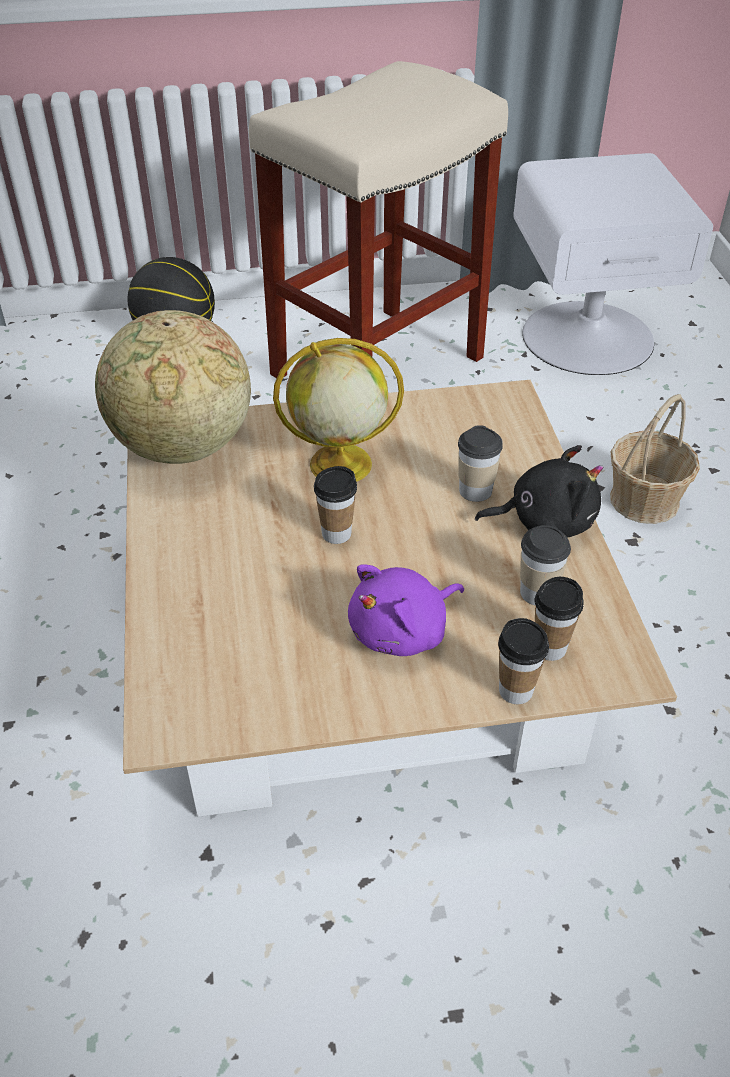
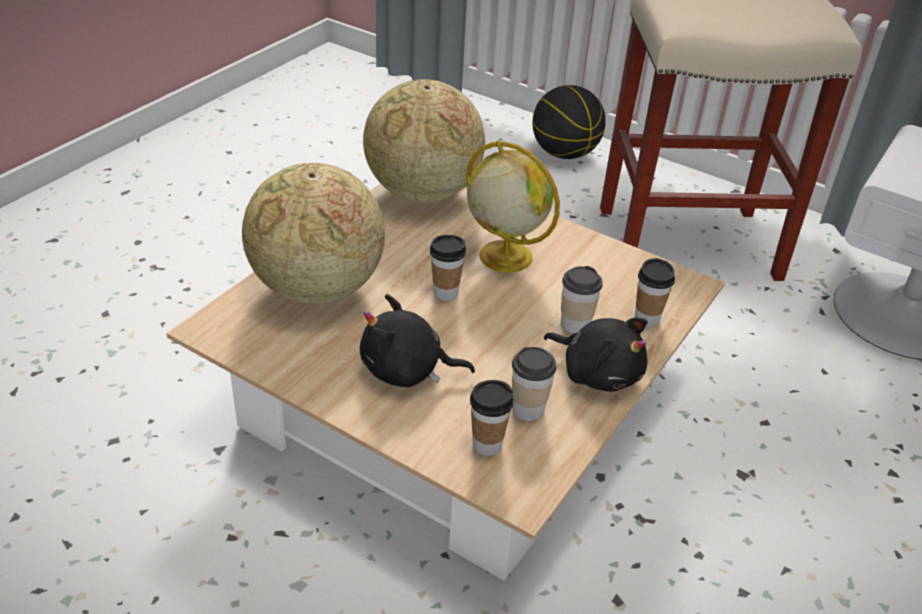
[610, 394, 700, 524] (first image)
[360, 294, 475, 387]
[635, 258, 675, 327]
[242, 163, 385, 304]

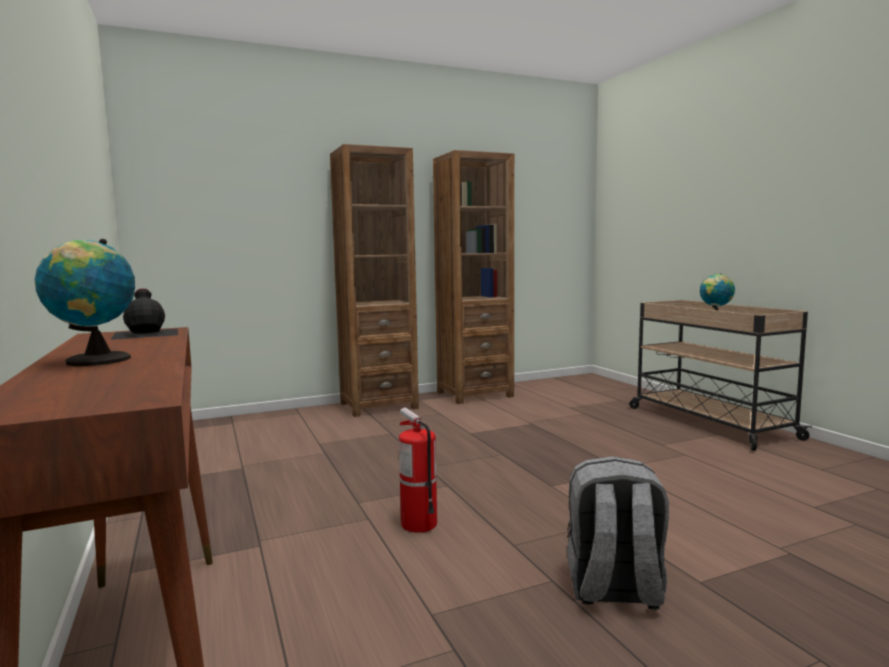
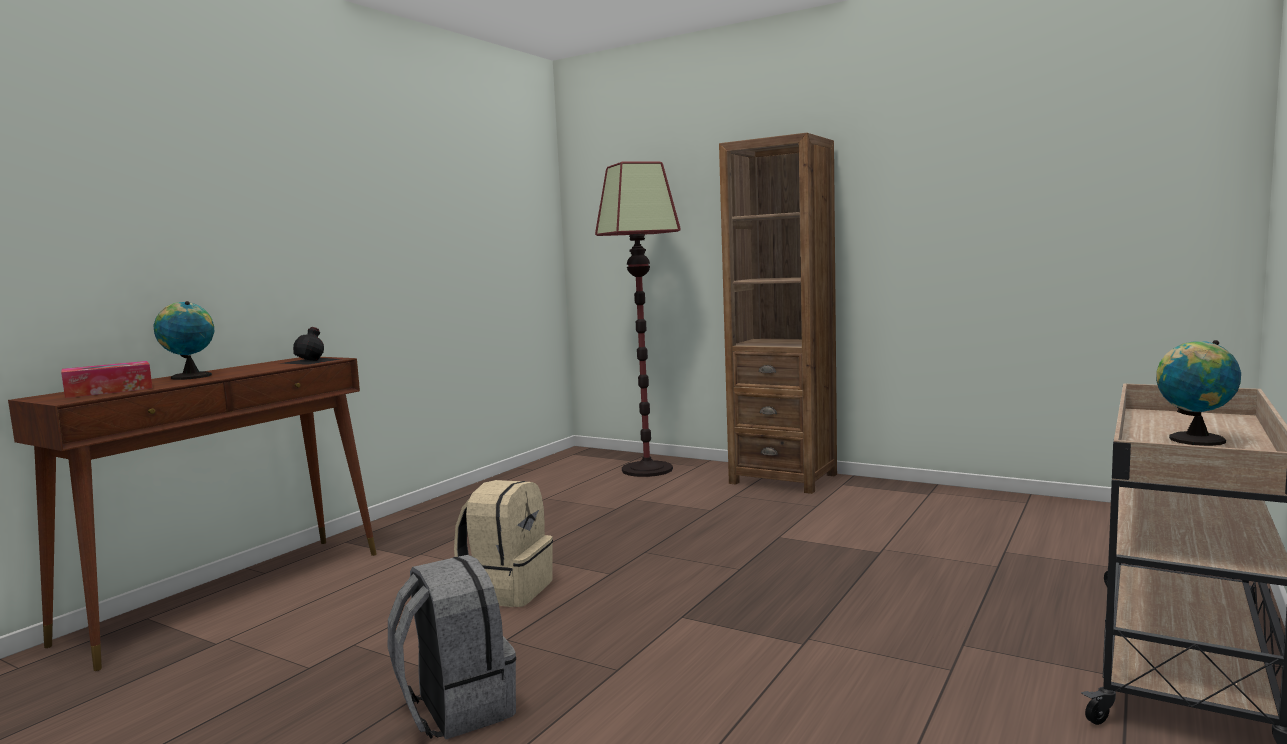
[433, 150, 514, 404] (first image)
[454, 480, 553, 607]
[595, 162, 681, 477]
[61, 361, 153, 398]

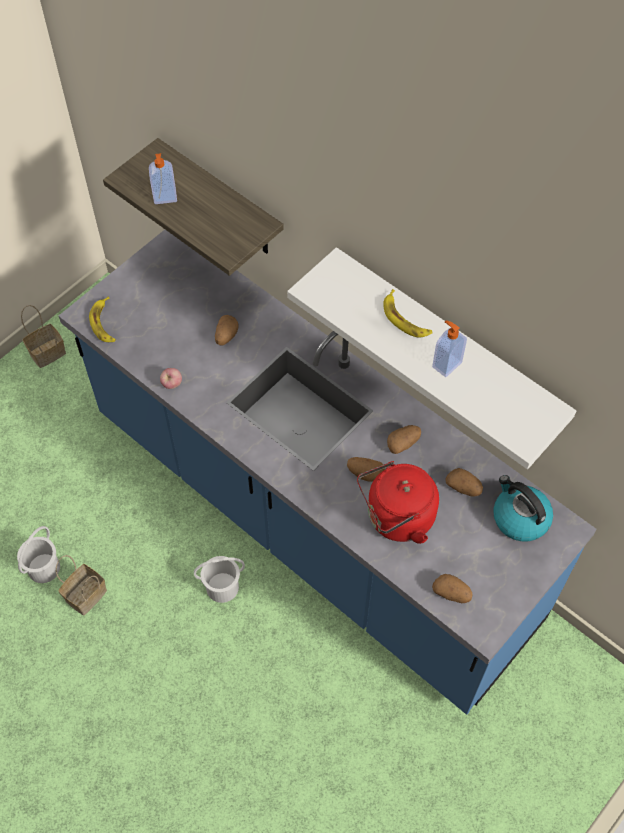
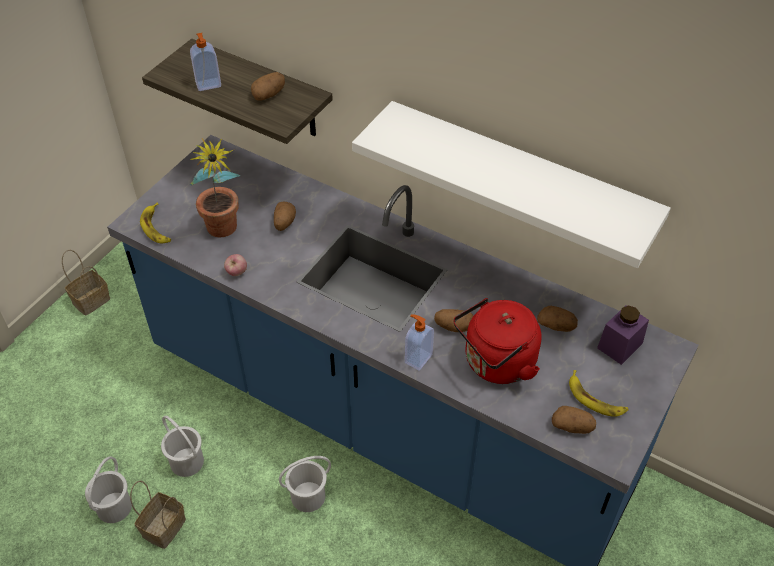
[569, 370, 629, 417]
[405, 314, 434, 371]
[251, 72, 285, 101]
[597, 305, 649, 365]
[189, 138, 240, 237]
[161, 416, 204, 477]

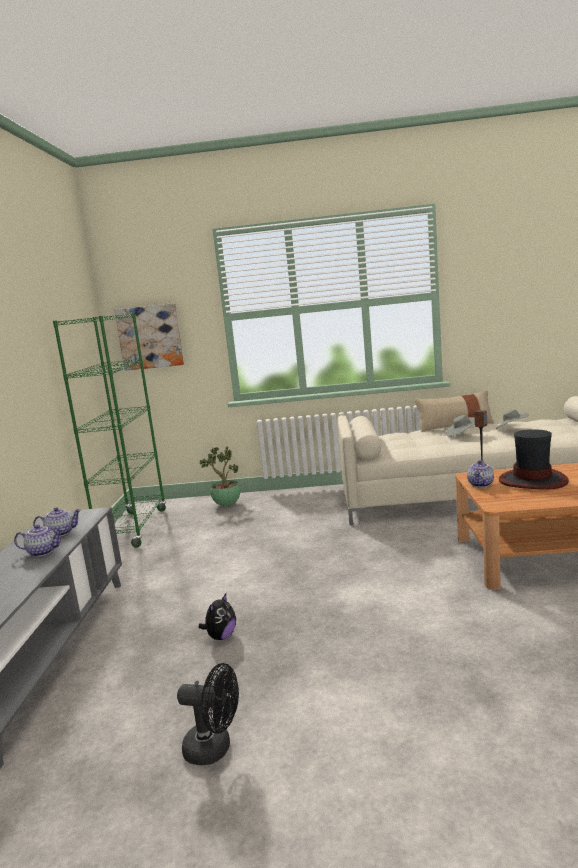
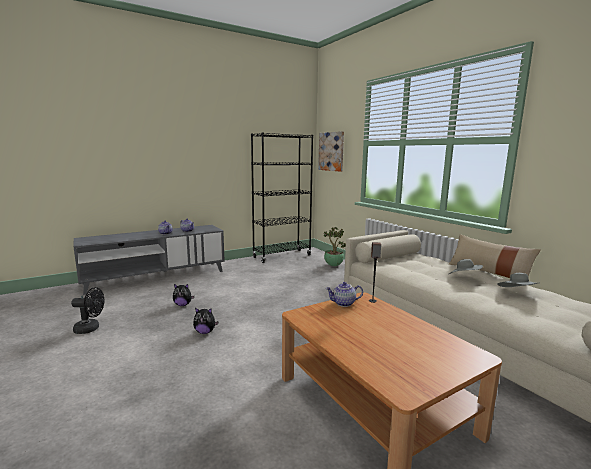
[251, 132, 313, 263]
[499, 429, 569, 489] (first image)
[71, 287, 104, 334]
[193, 308, 219, 334]

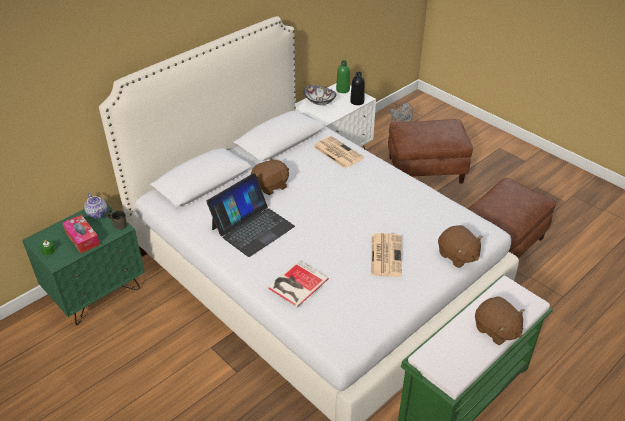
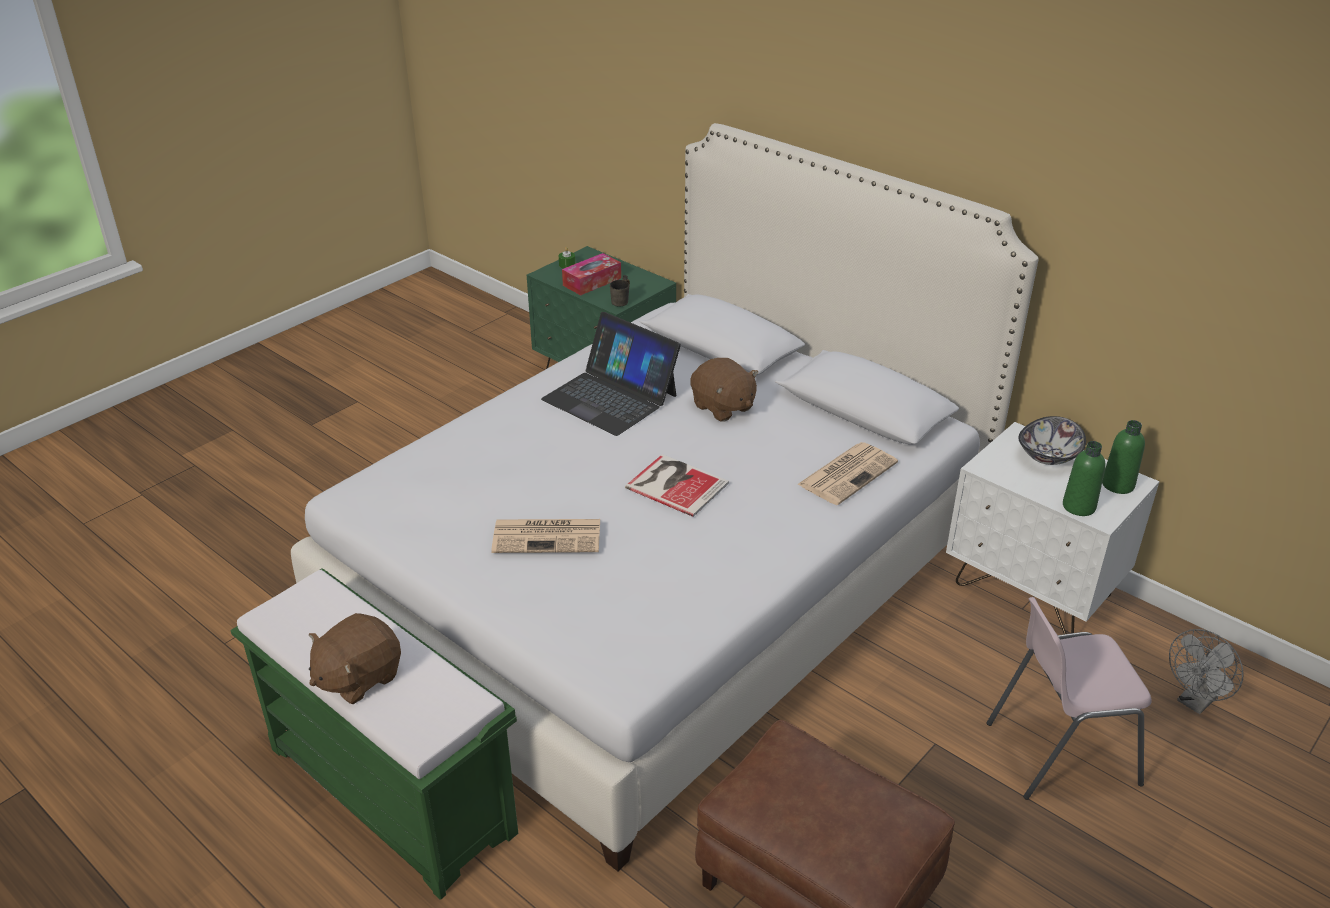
[1063, 441, 1105, 516]
[986, 597, 1151, 800]
[84, 193, 107, 218] (first image)
[438, 225, 483, 268] (first image)
[625, 454, 729, 517]

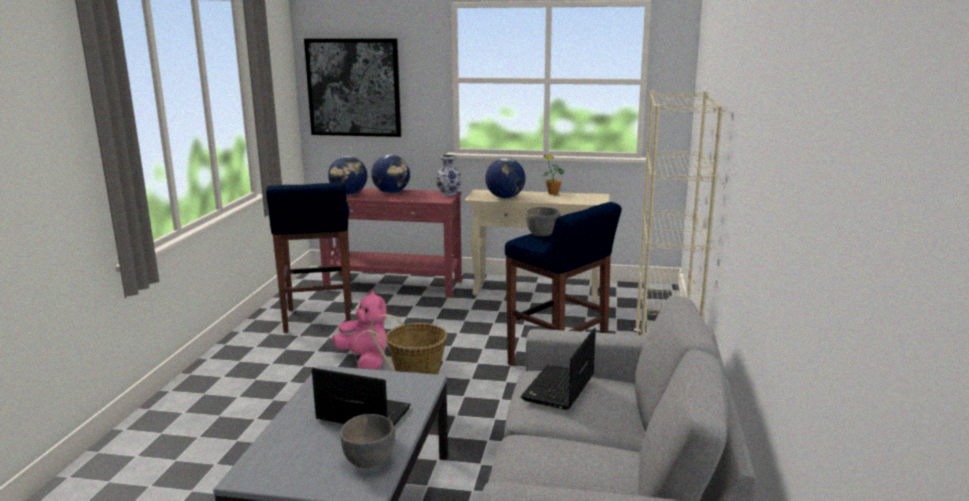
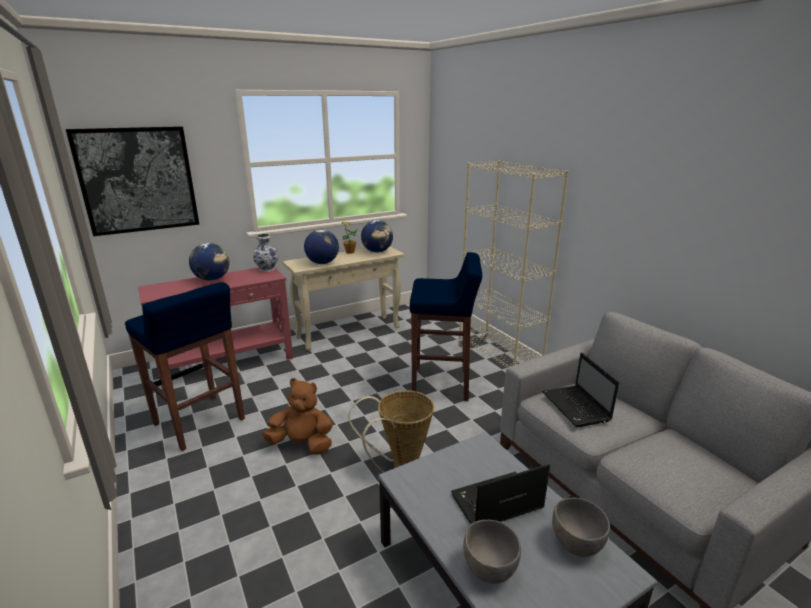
[361, 220, 393, 253]
[463, 520, 521, 584]
[262, 378, 333, 455]

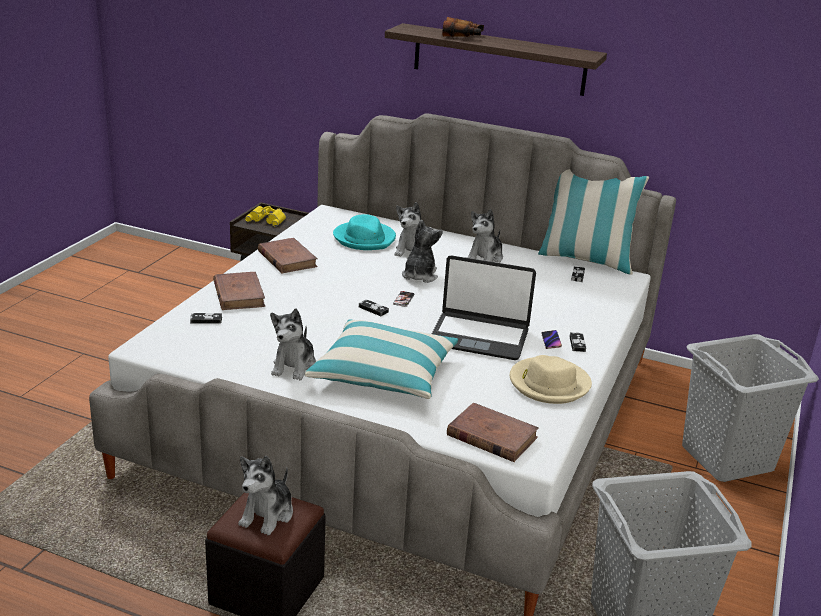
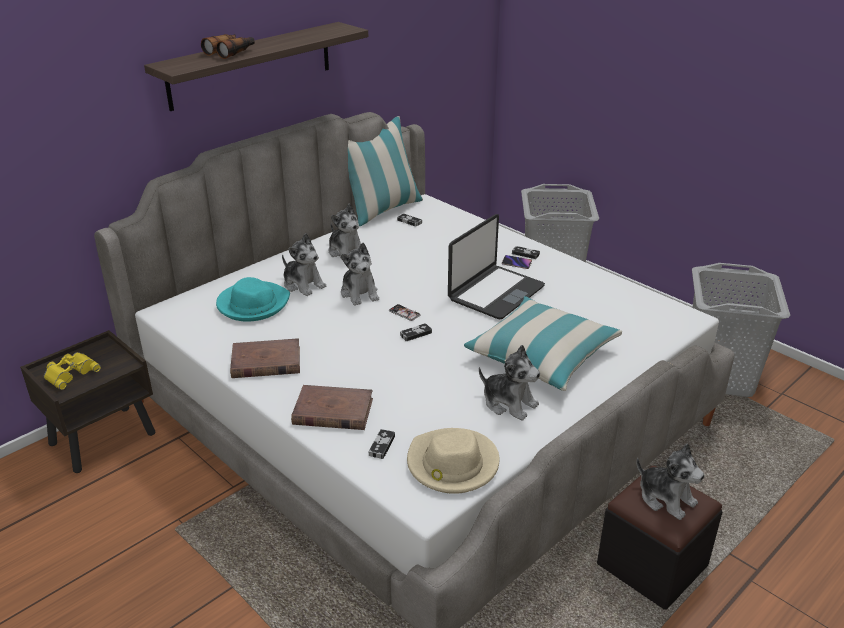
[341, 243, 379, 306]
[407, 428, 499, 494]
[447, 403, 539, 462] (first image)

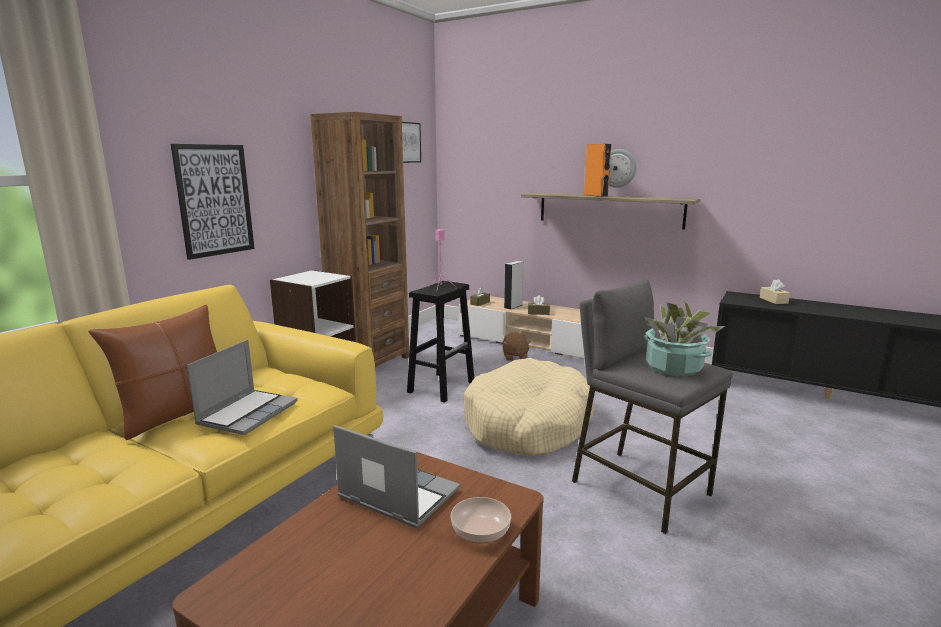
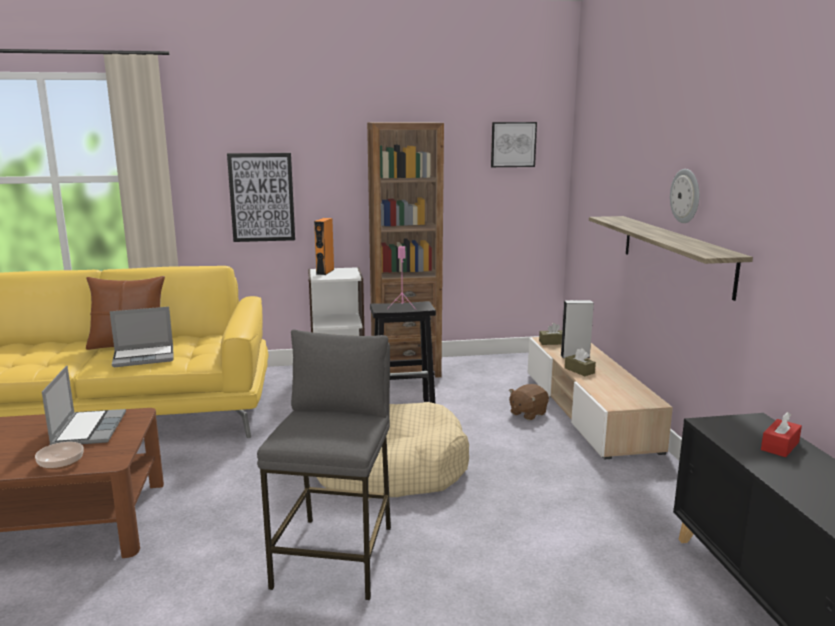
[314, 218, 334, 275]
[761, 412, 802, 457]
[644, 301, 725, 377] (first image)

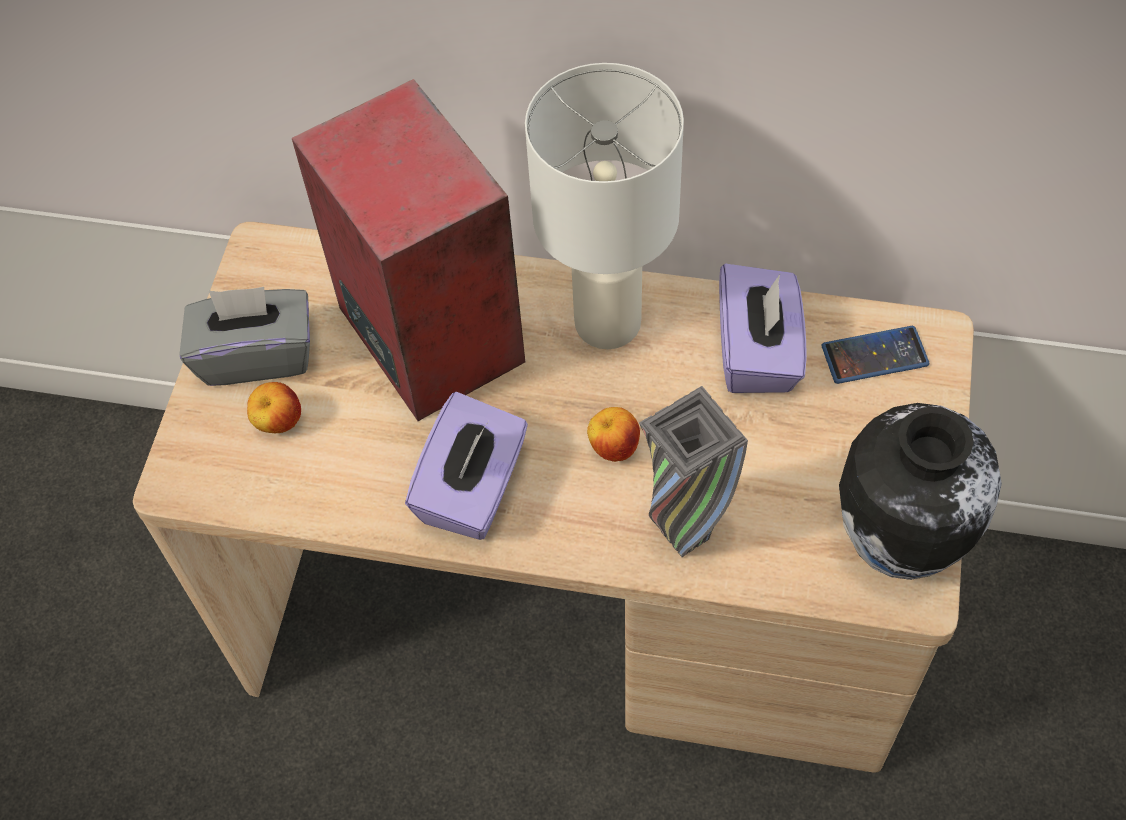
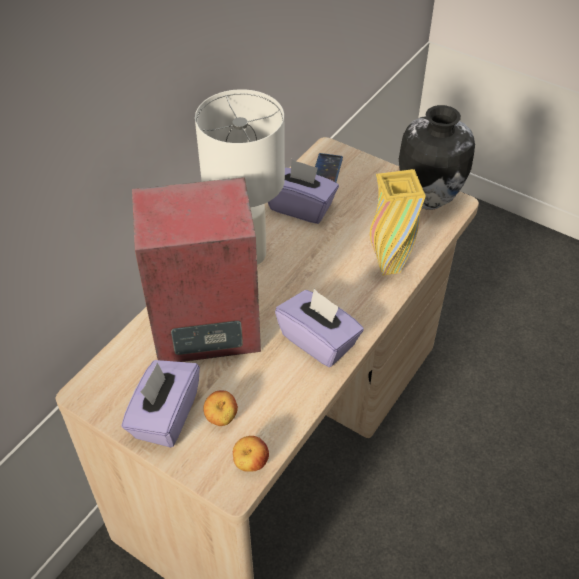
[121, 360, 200, 448]
[370, 169, 426, 275]
[233, 436, 269, 472]

